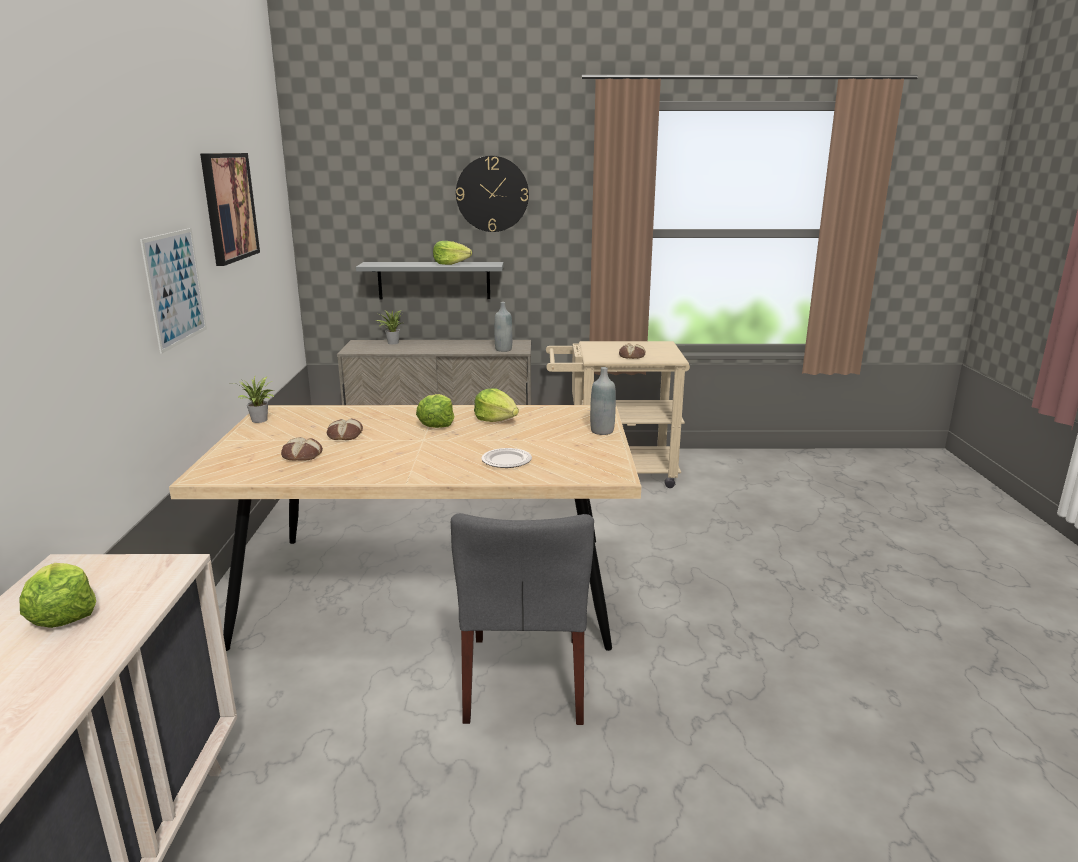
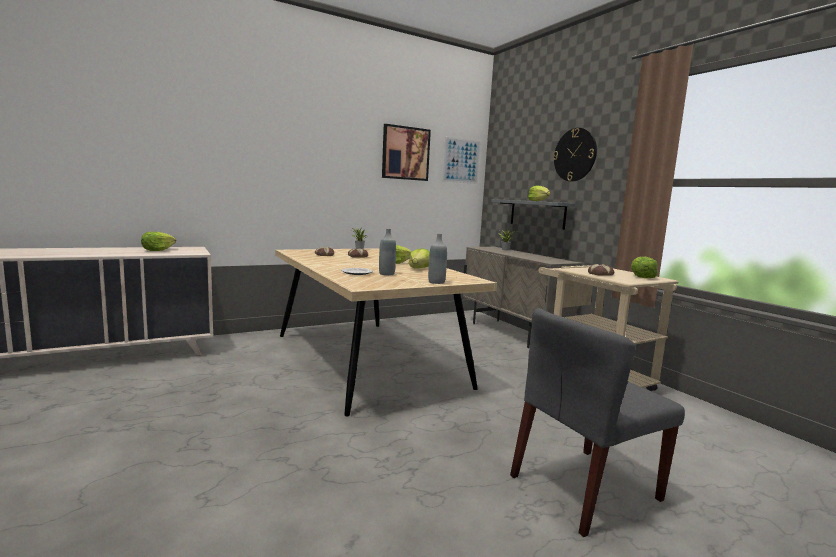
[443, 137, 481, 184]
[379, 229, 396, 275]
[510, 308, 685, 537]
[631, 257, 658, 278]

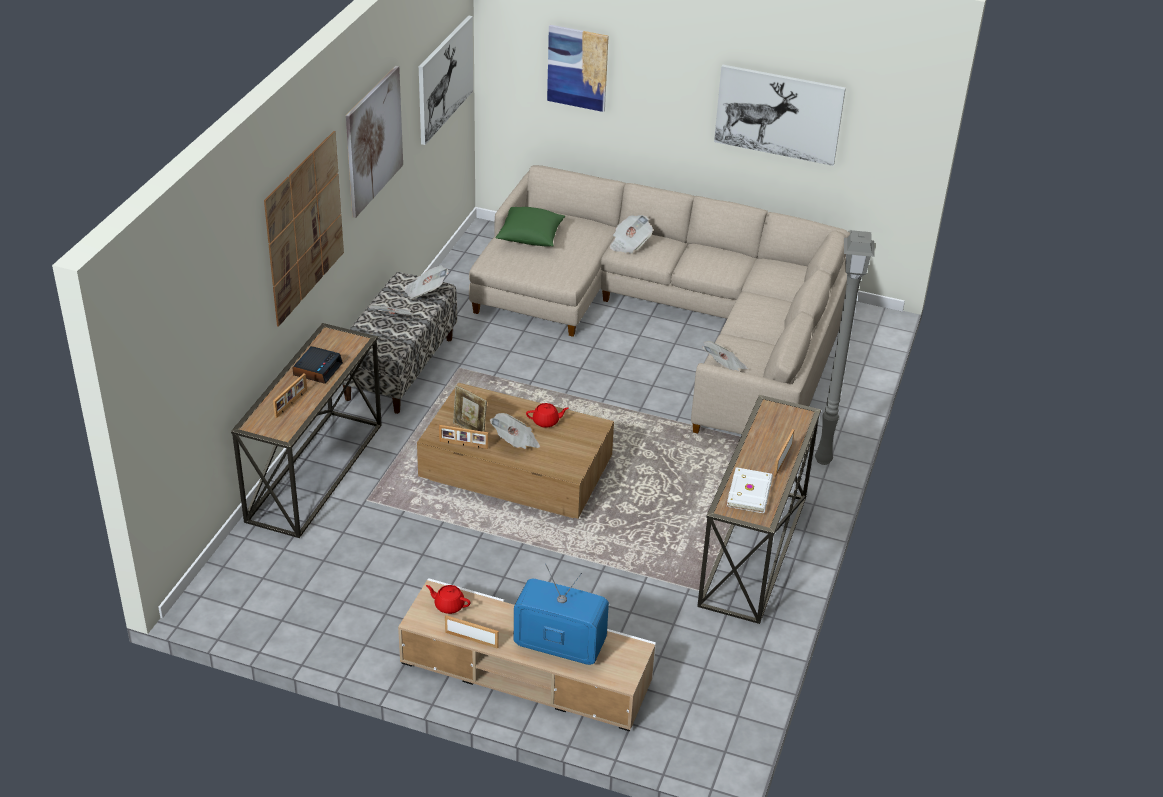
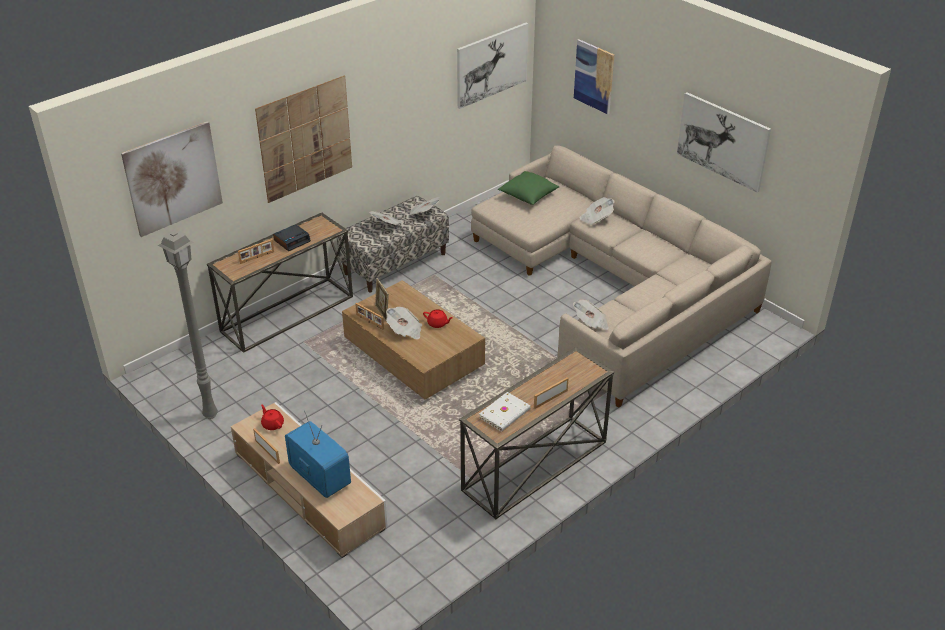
[121, 121, 223, 237]
[158, 229, 218, 419]

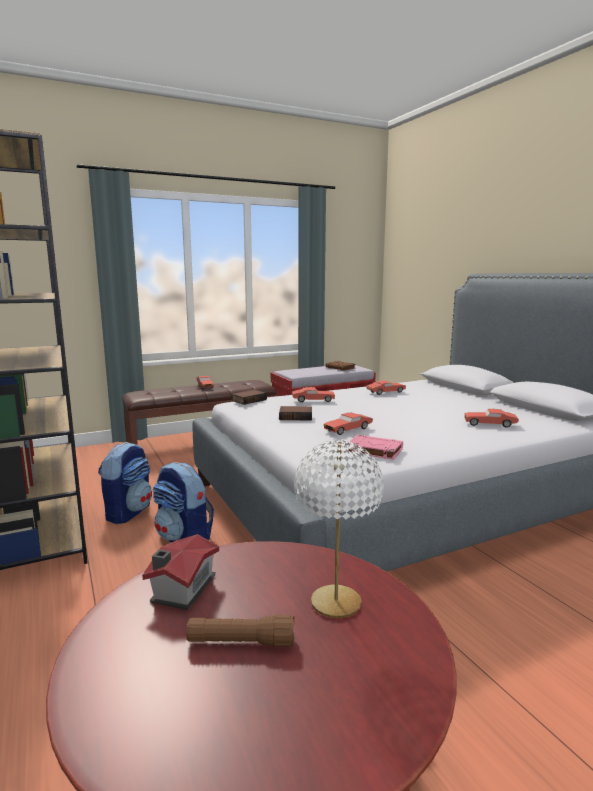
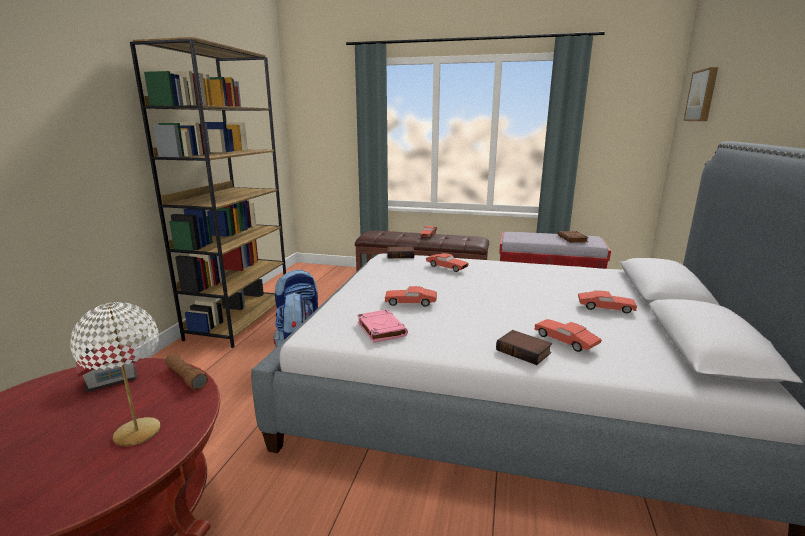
[578, 291, 637, 313]
[496, 330, 552, 365]
[165, 354, 208, 390]
[683, 67, 718, 121]

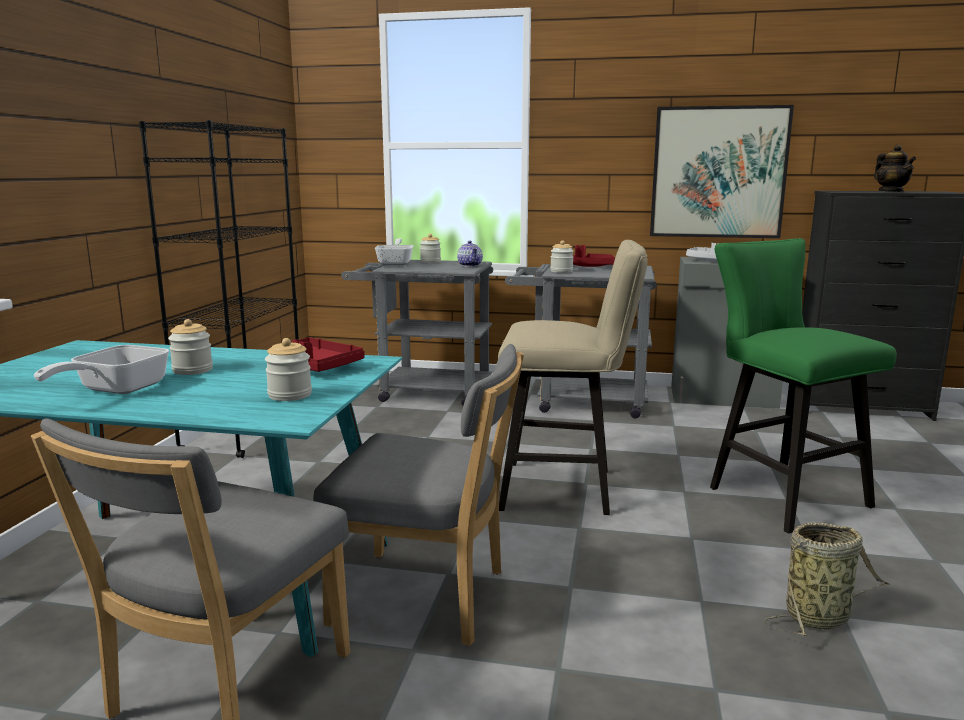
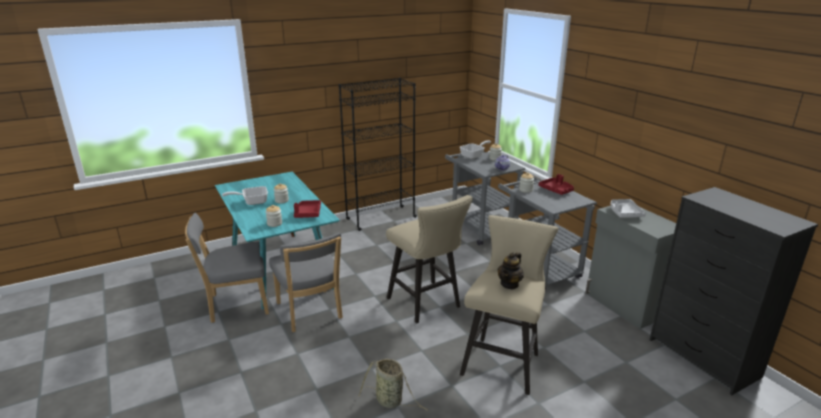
[650, 105, 794, 238] (first image)
[498, 252, 524, 289]
[460, 215, 559, 395]

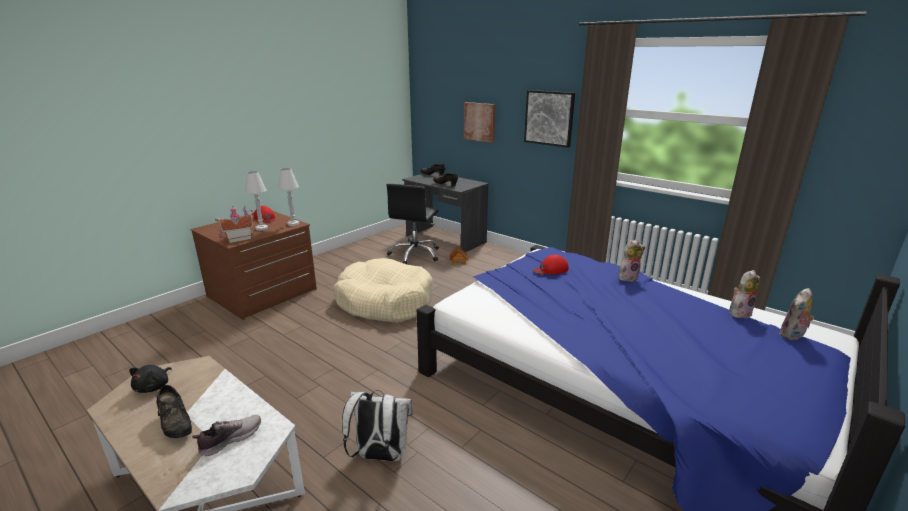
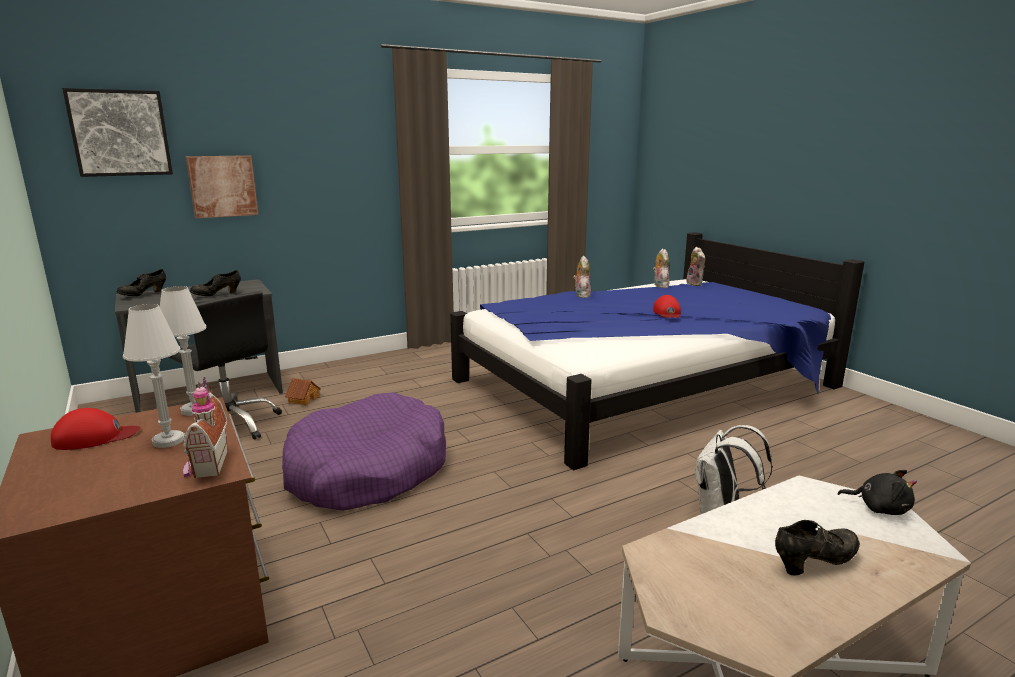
[62, 88, 173, 177]
[653, 295, 681, 318]
[282, 392, 446, 511]
[837, 470, 917, 515]
[192, 415, 261, 456] (first image)

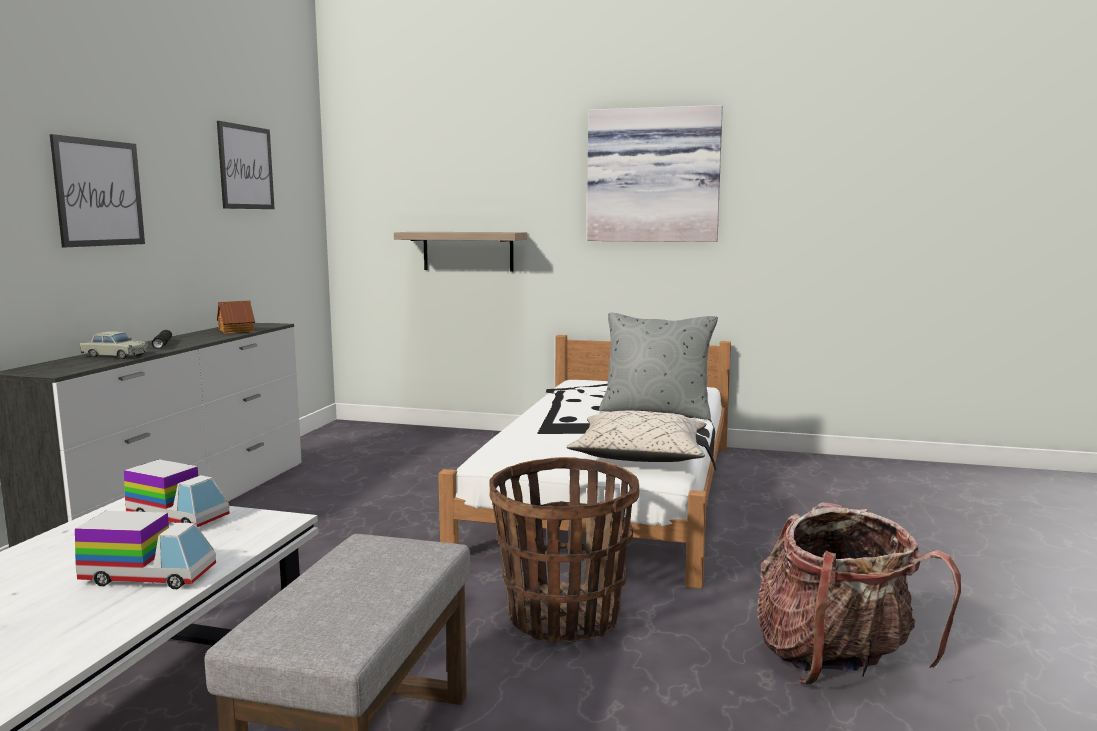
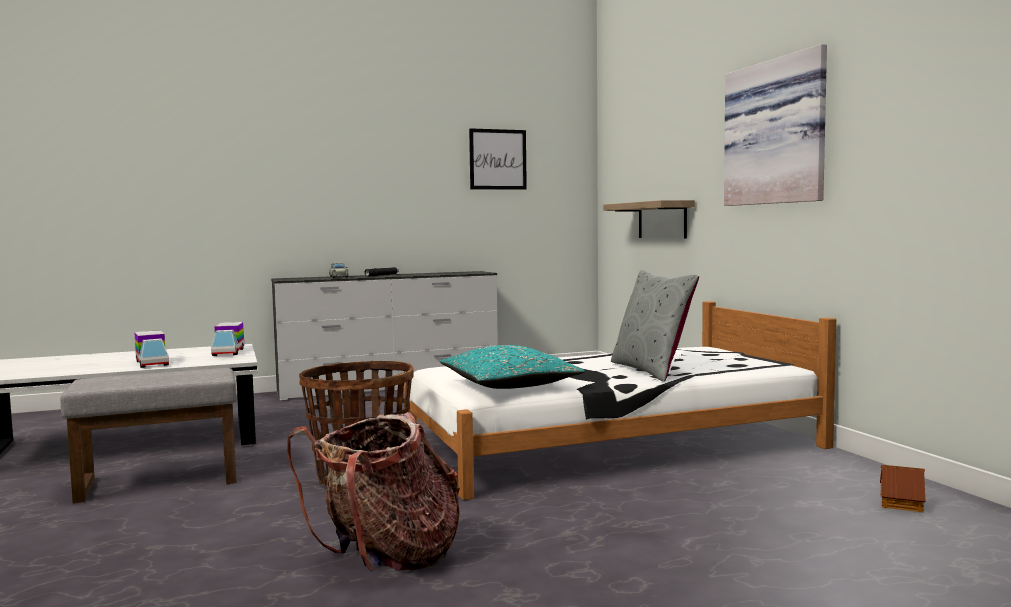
[50, 134, 145, 247] (first image)
[880, 465, 925, 512]
[440, 345, 585, 389]

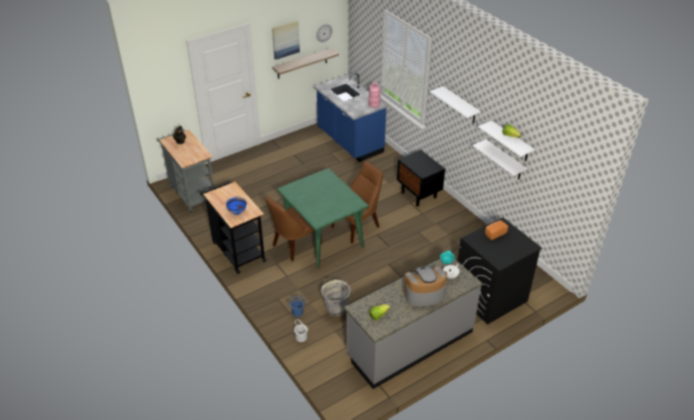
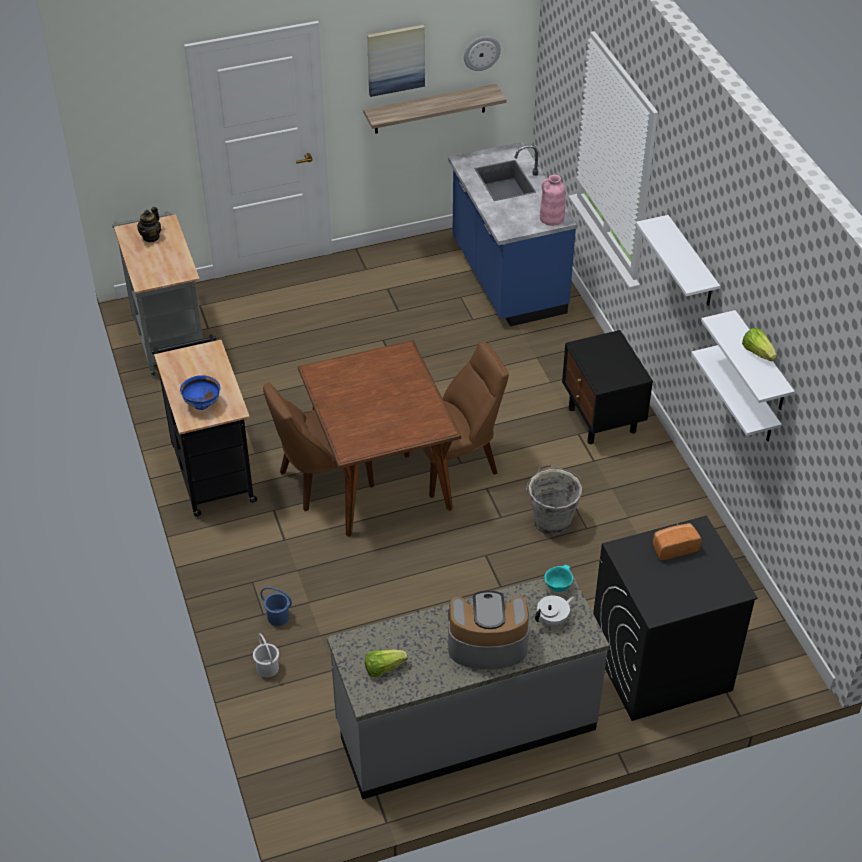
[298, 340, 461, 537]
[526, 465, 582, 536]

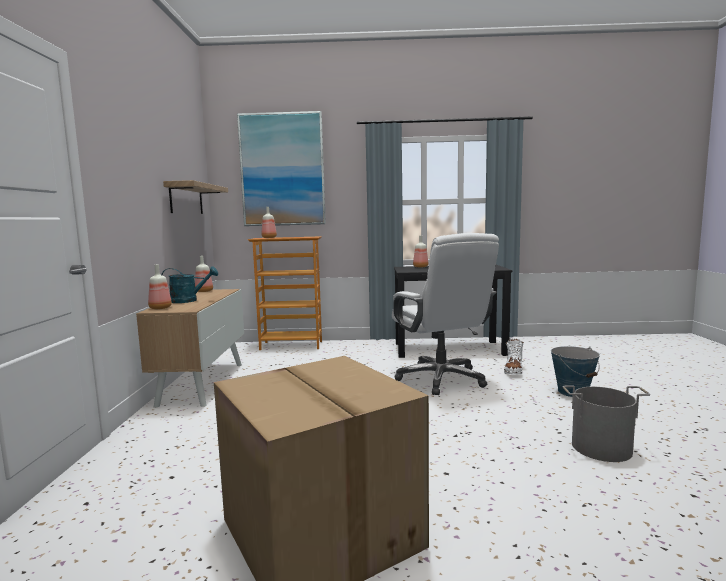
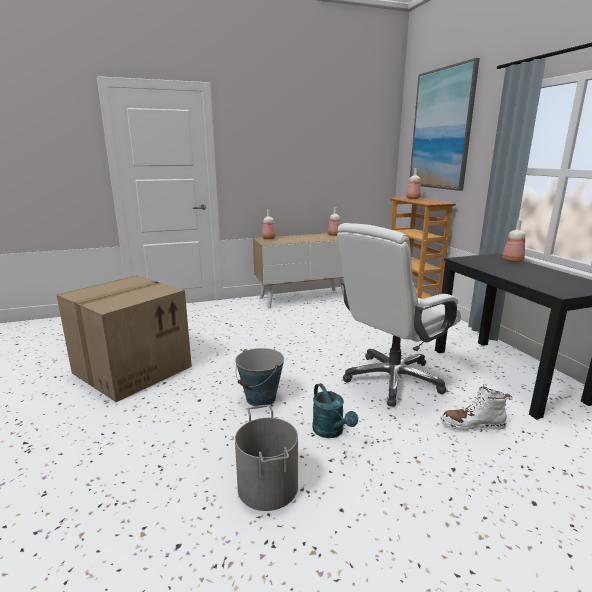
[163, 180, 228, 214] (first image)
[312, 383, 358, 438]
[235, 348, 284, 406]

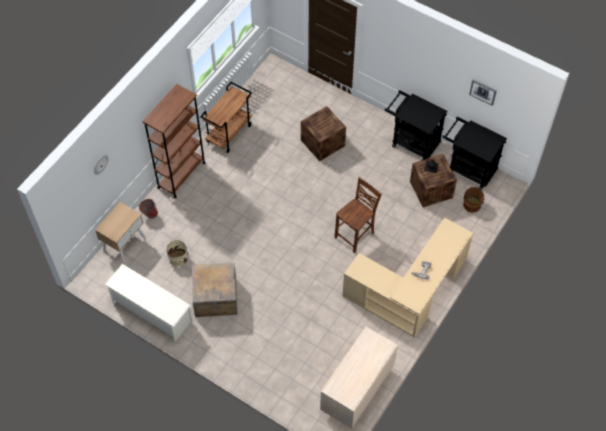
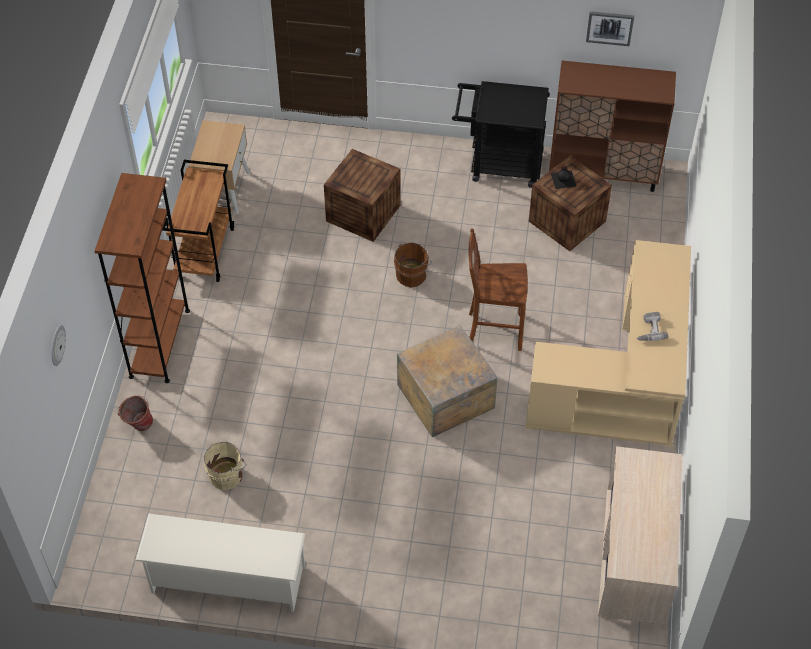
[549, 61, 676, 192]
[469, 229, 528, 351]
[394, 242, 432, 288]
[188, 120, 250, 214]
[397, 325, 498, 438]

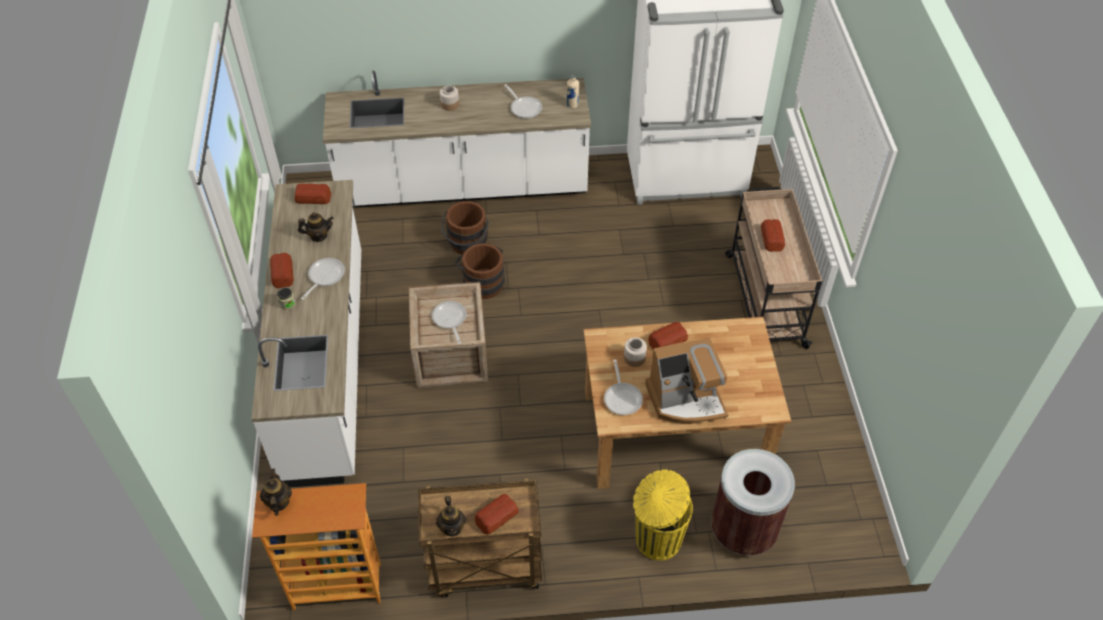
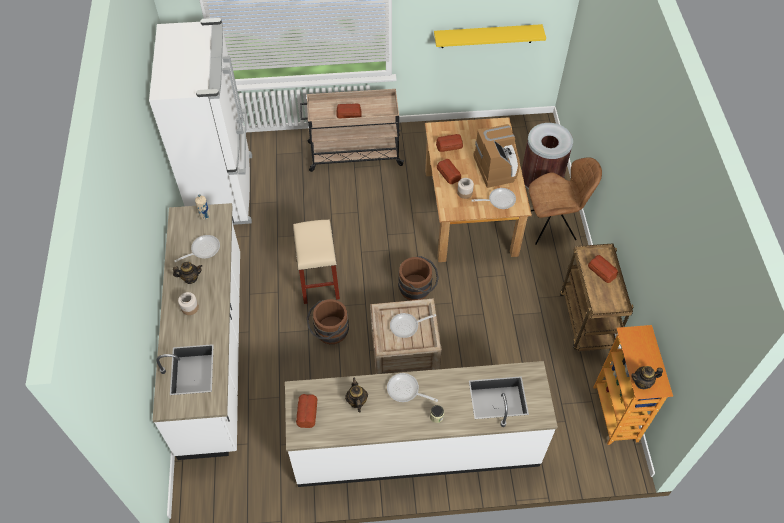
[398, 256, 439, 300]
[436, 134, 463, 152]
[529, 157, 602, 245]
[173, 262, 202, 284]
[434, 24, 546, 48]
[293, 220, 340, 304]

